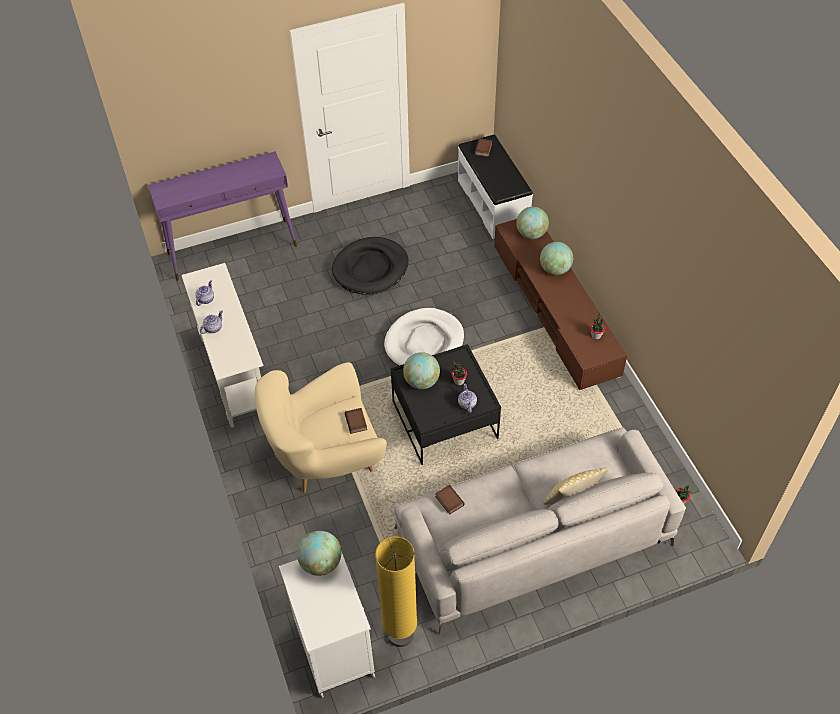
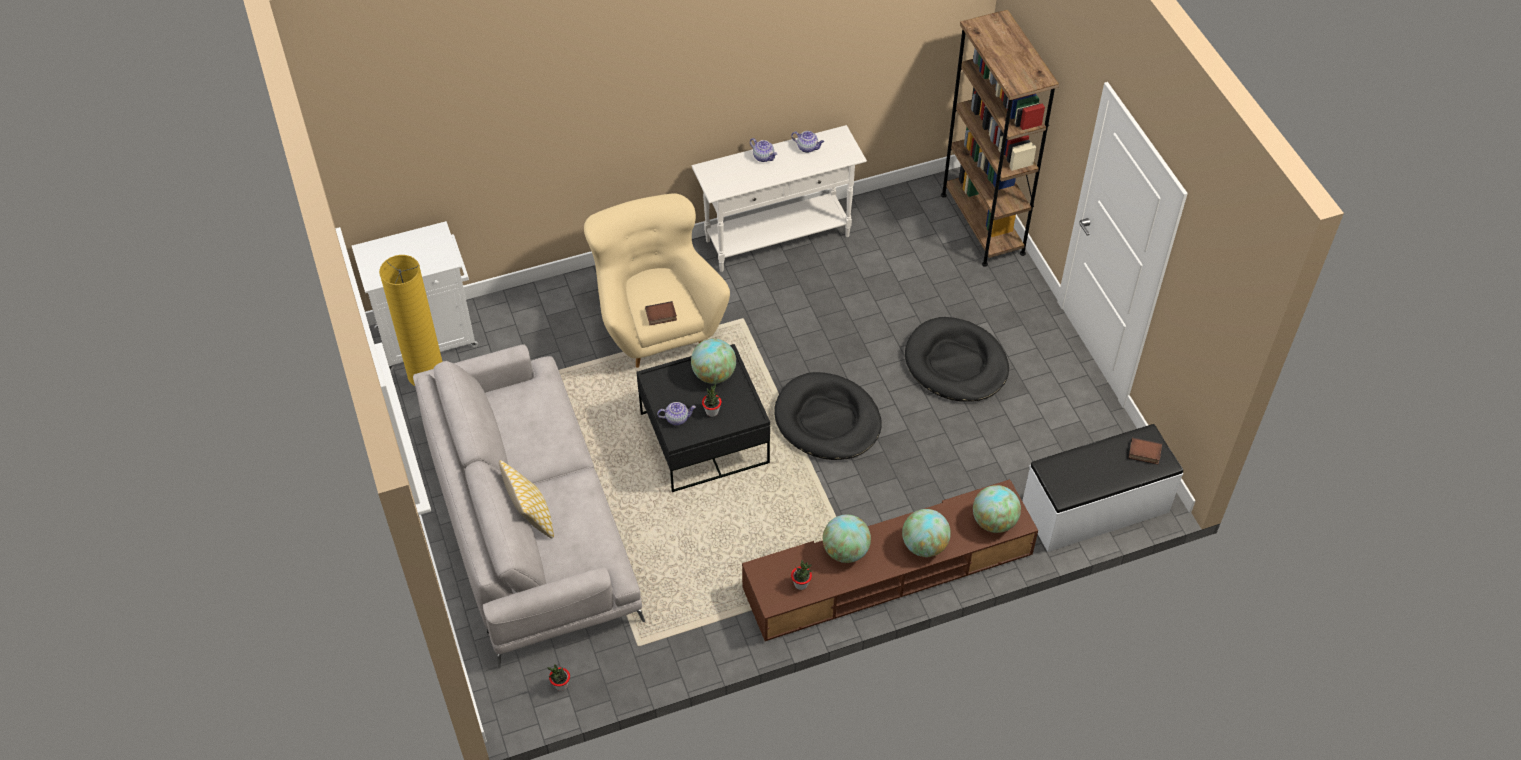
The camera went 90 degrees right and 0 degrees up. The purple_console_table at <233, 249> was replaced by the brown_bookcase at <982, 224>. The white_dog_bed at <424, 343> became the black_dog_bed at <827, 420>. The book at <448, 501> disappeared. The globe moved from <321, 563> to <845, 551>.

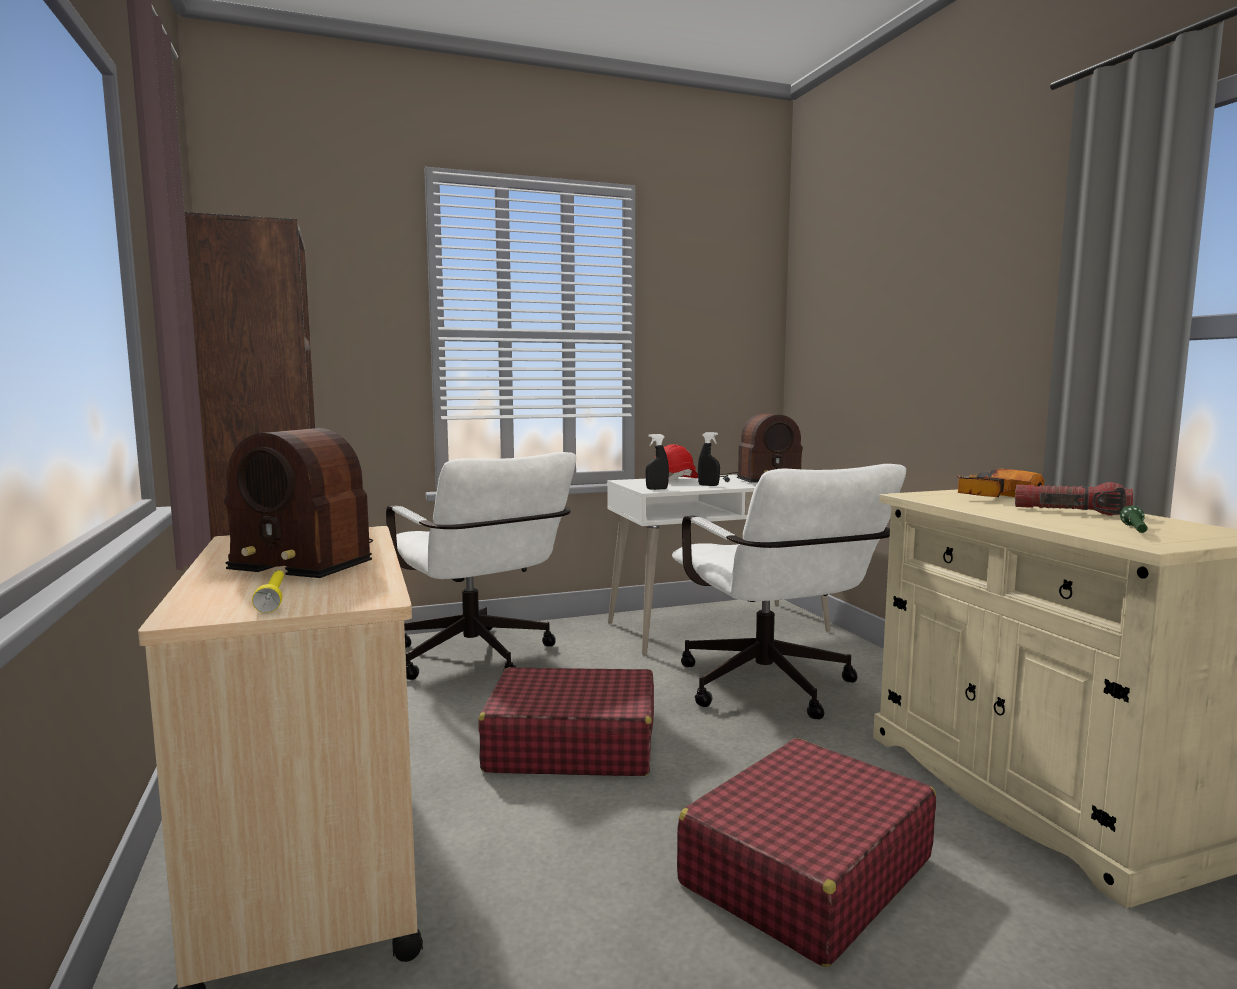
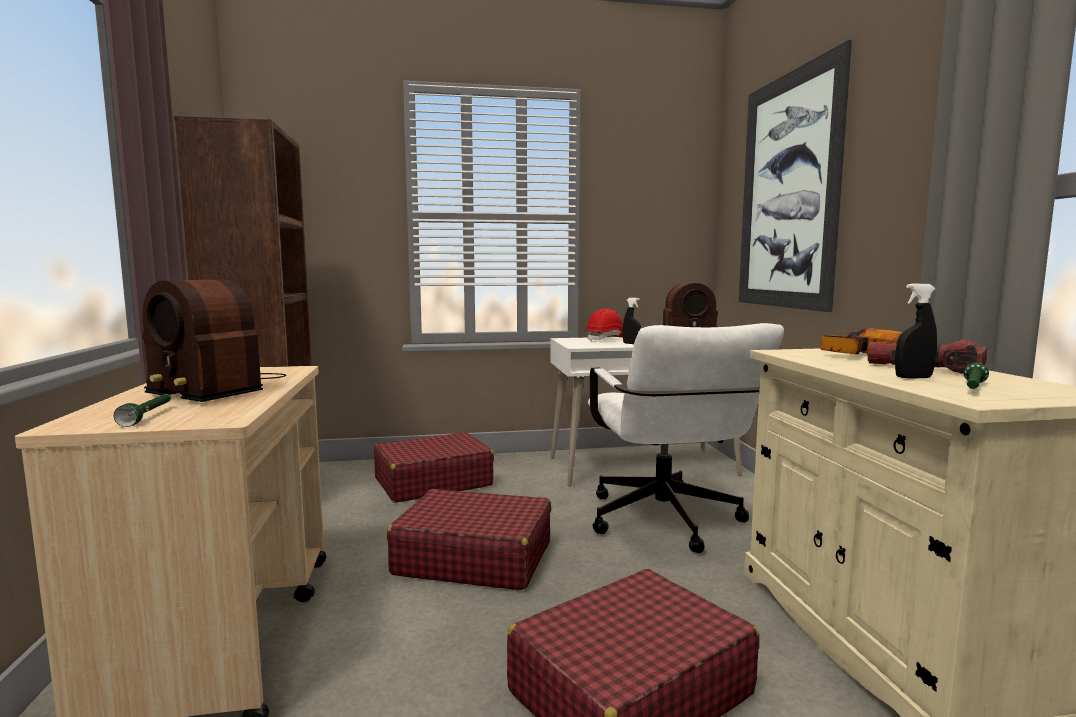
The camera went 10 degrees right and 0 degrees up. The black_spray_bottle moved from <657, 489> to <913, 377>. The white_office_chair at <479, 660> was replaced by the red_suitcase at <432, 482>. The yellow_flashlight at <273, 599> became the green_flashlight at <148, 416>. The picture at <787, 192> appeared.

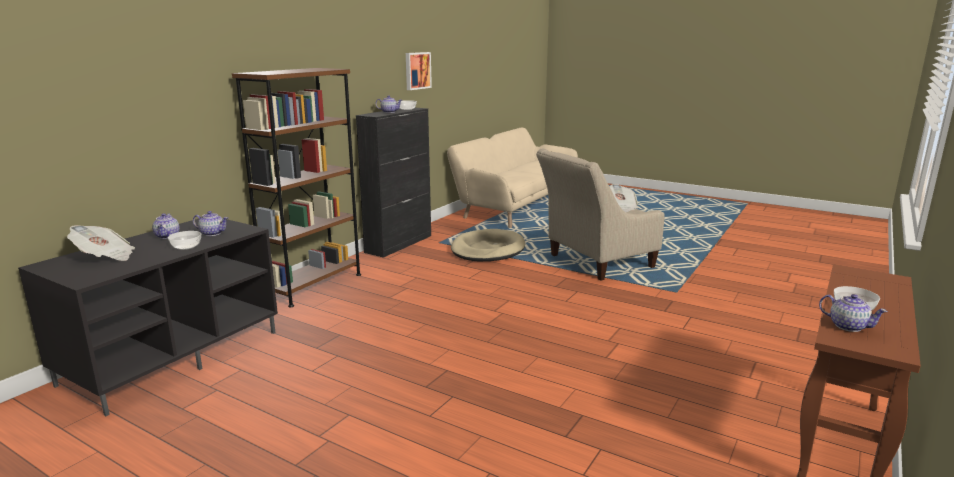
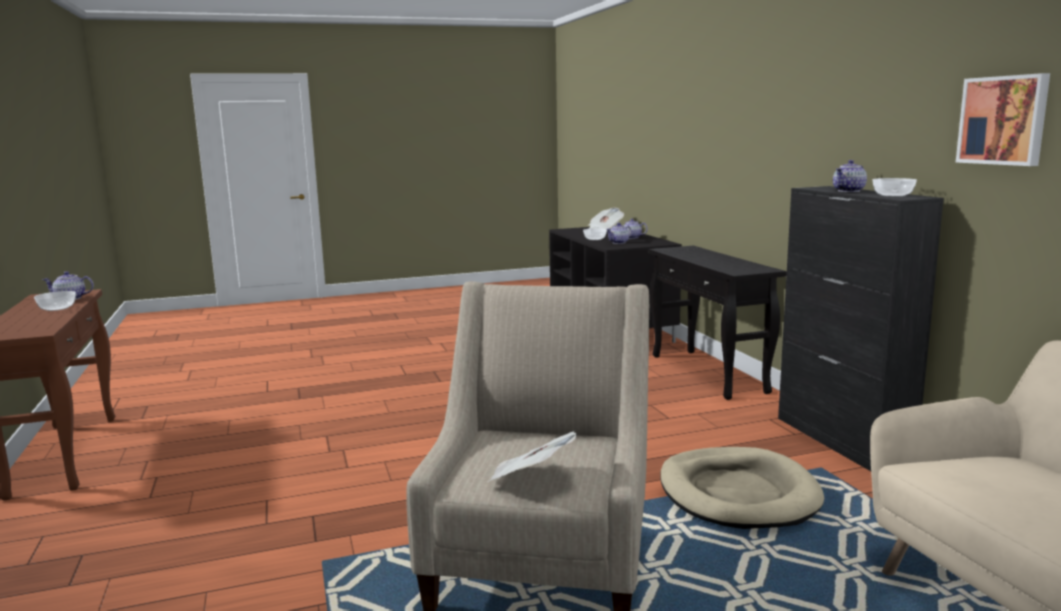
The camera went 130 degrees right and 5 degrees down. The brown_bookcase at <313, 285> was replaced by the black_console_table at <708, 374>.

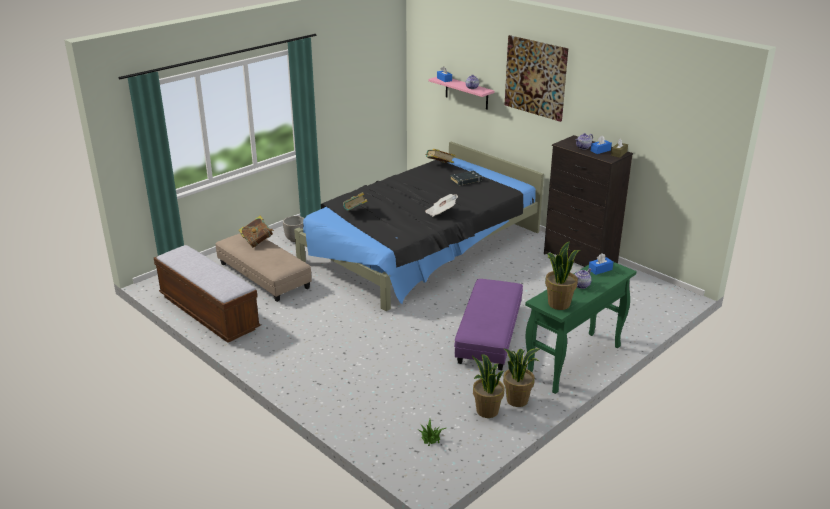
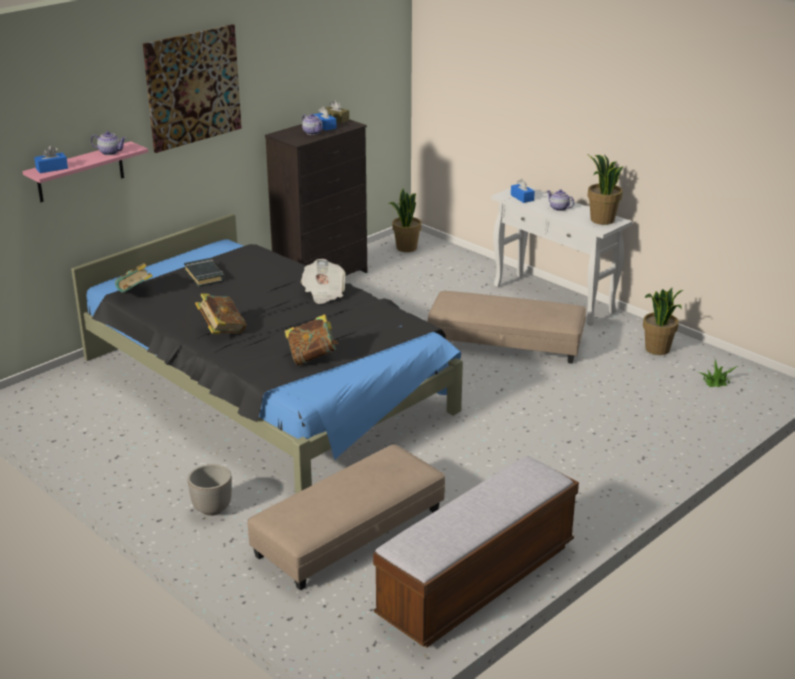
The camera went 90 degrees left and 0 degrees up. The book moved from <257, 242> to <222, 330>. The green_console_table at <573, 362> became the white_console_table at <554, 299>. The purple_ottoman at <489, 334> became the beige_ottoman at <506, 342>. The potted_plant moved from <517, 400> to <406, 248>.

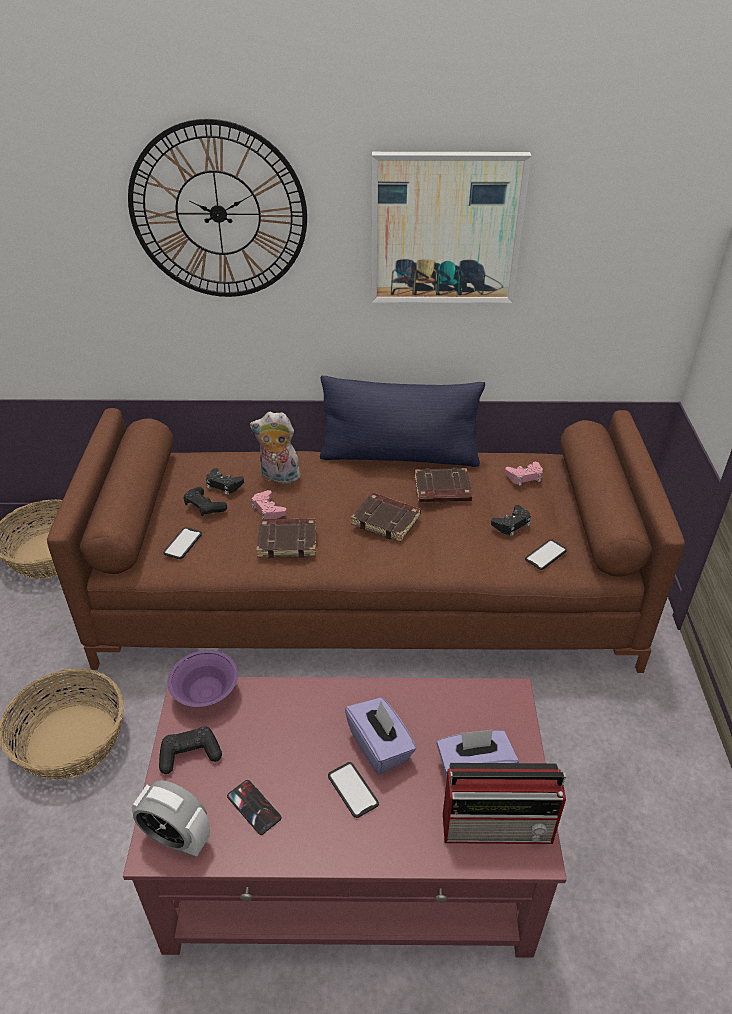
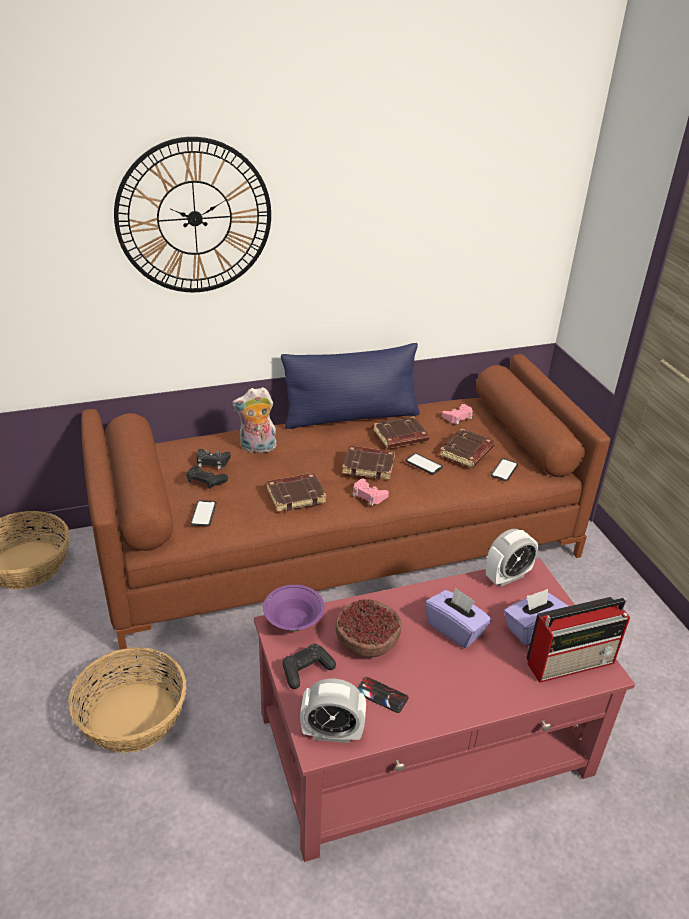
The camera went 20 degrees left and 5 degrees down. The picture at <445, 229> disappeared. The pink_game_controller moved from <268, 509> to <368, 495>. The black_game_controller at <511, 524> was replaced by the brown_book at <467, 452>. The phone moved from <353, 790> to <423, 464>. The alarm_clock at <507, 577> appeared. The bowl at <367, 640> appeared.

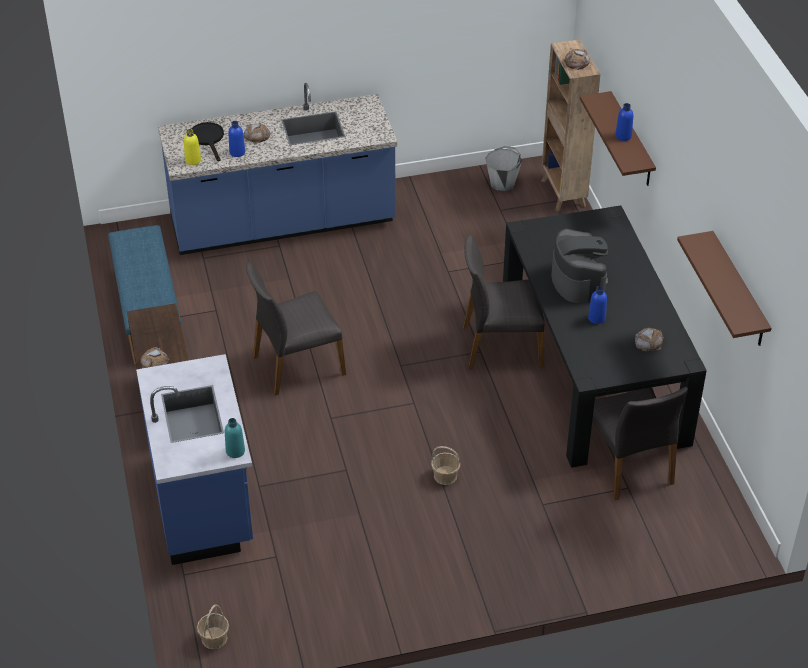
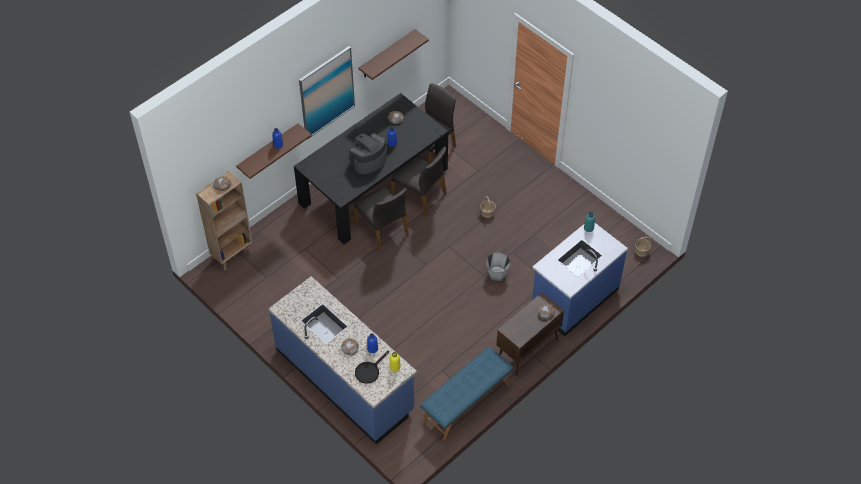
The camera went 120 degrees left and 10 degrees up. The grey_bucket moved from <502, 183> to <497, 274>. The grey_chair moved from <297, 365> to <420, 195>. The picture at <326, 92> appeared.

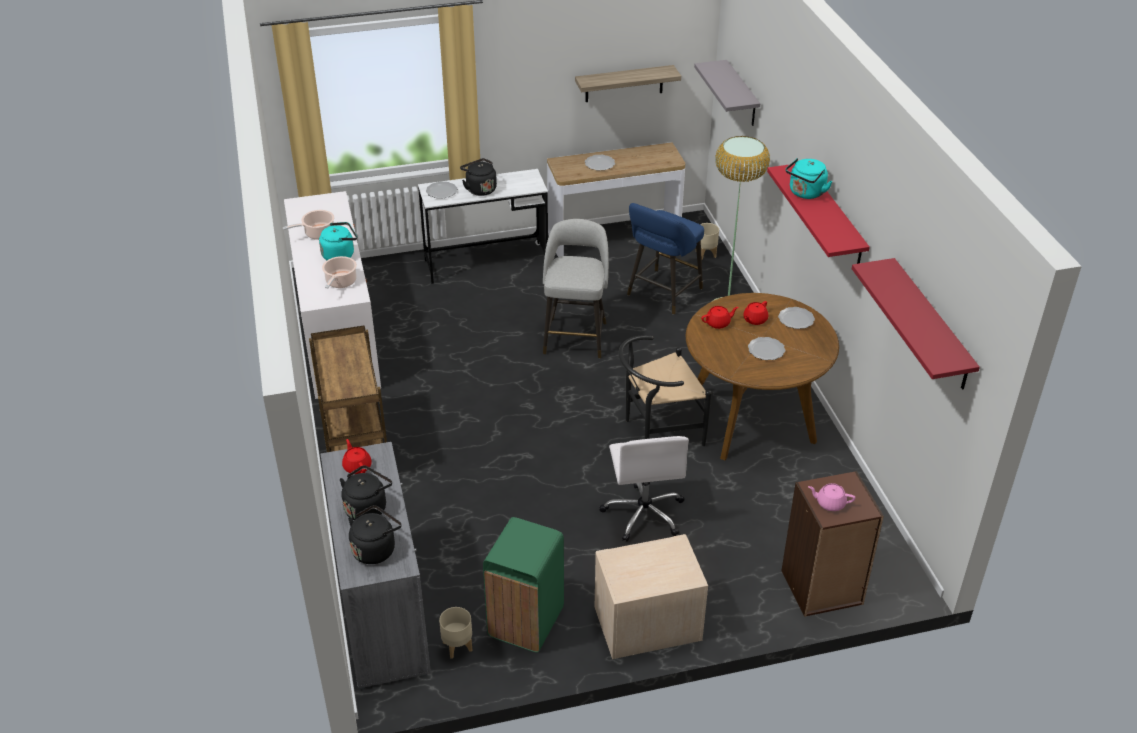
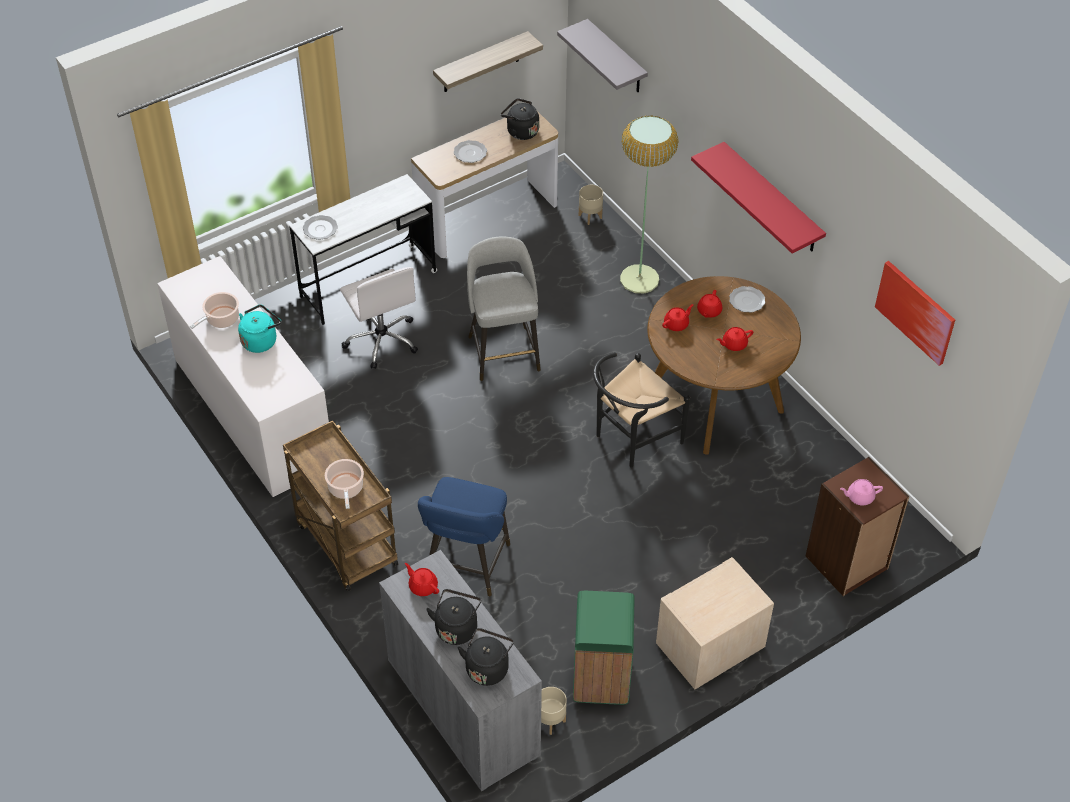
The camera went 20 degrees left and 10 degrees up. The black_kettle moved from <479, 189> to <520, 131>. The turquoise_kettle at <805, 193> disappeared. The blue_stool moved from <662, 294> to <466, 566>. The cooking_pot moved from <340, 282> to <346, 489>. The red_shelf at <931, 325> was replaced by the picture at <915, 312>. The plate at <765, 350> was replaced by the red_teapot at <734, 344>. The white_office_chair moved from <644, 513> to <382, 340>.

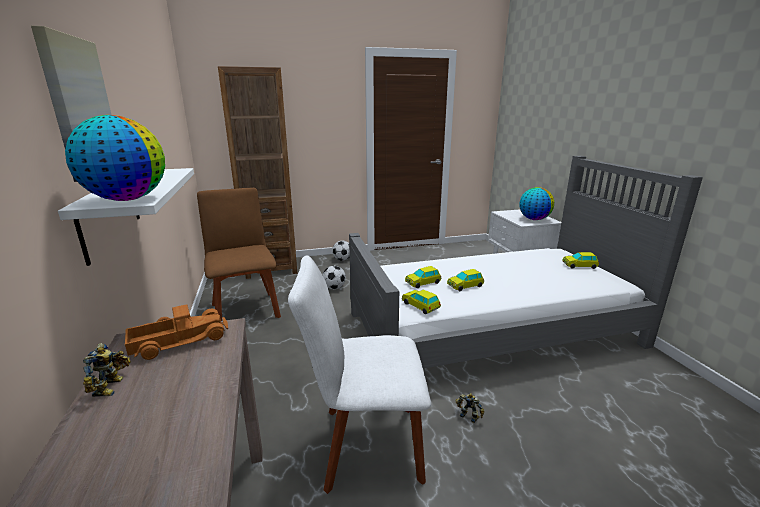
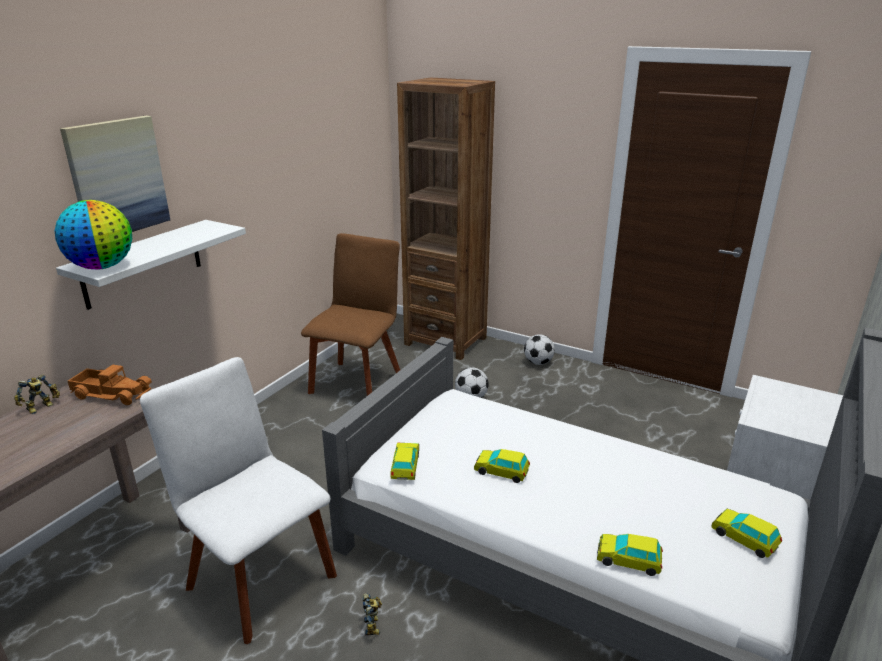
The camera went 45 degrees right and 5 degrees up. The globe at <534, 219> disappeared. The toy_car moved from <423, 283> to <628, 560>.

